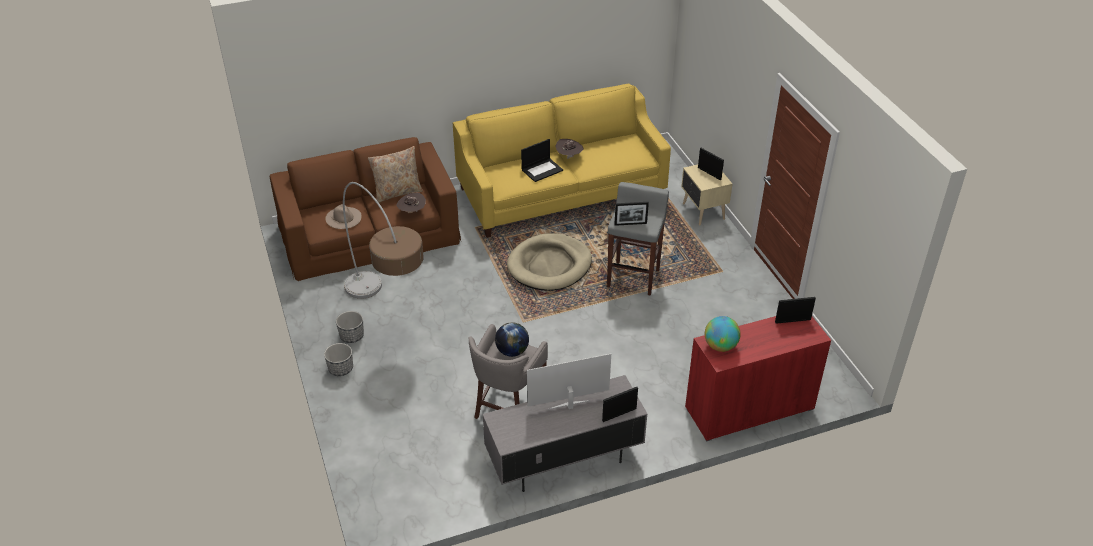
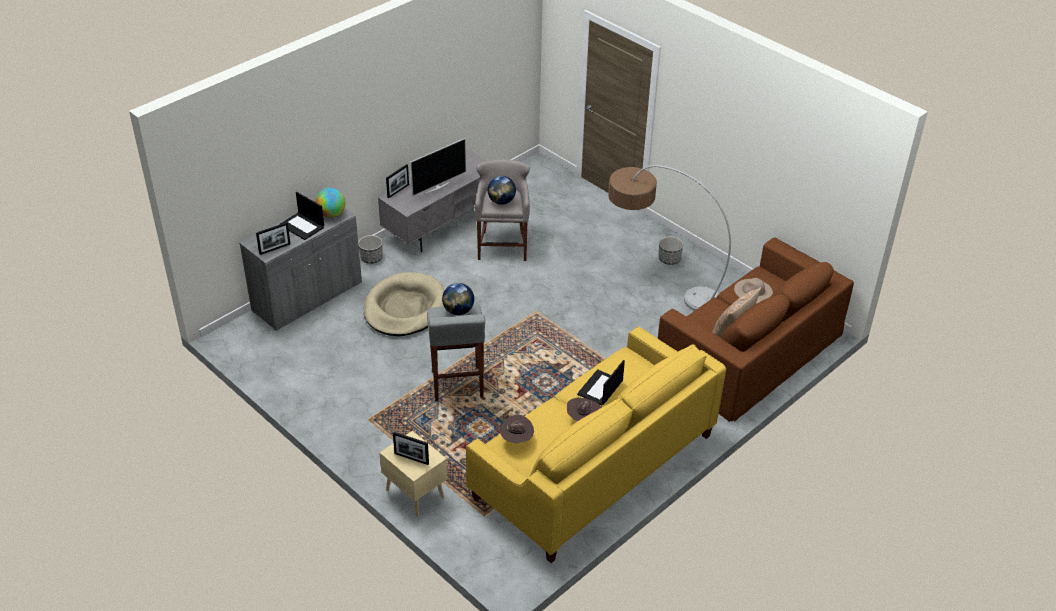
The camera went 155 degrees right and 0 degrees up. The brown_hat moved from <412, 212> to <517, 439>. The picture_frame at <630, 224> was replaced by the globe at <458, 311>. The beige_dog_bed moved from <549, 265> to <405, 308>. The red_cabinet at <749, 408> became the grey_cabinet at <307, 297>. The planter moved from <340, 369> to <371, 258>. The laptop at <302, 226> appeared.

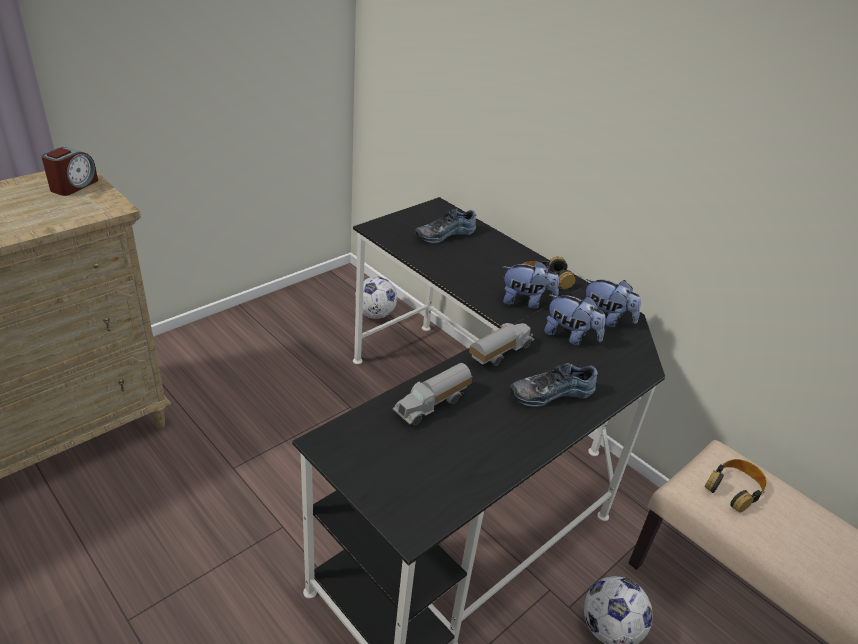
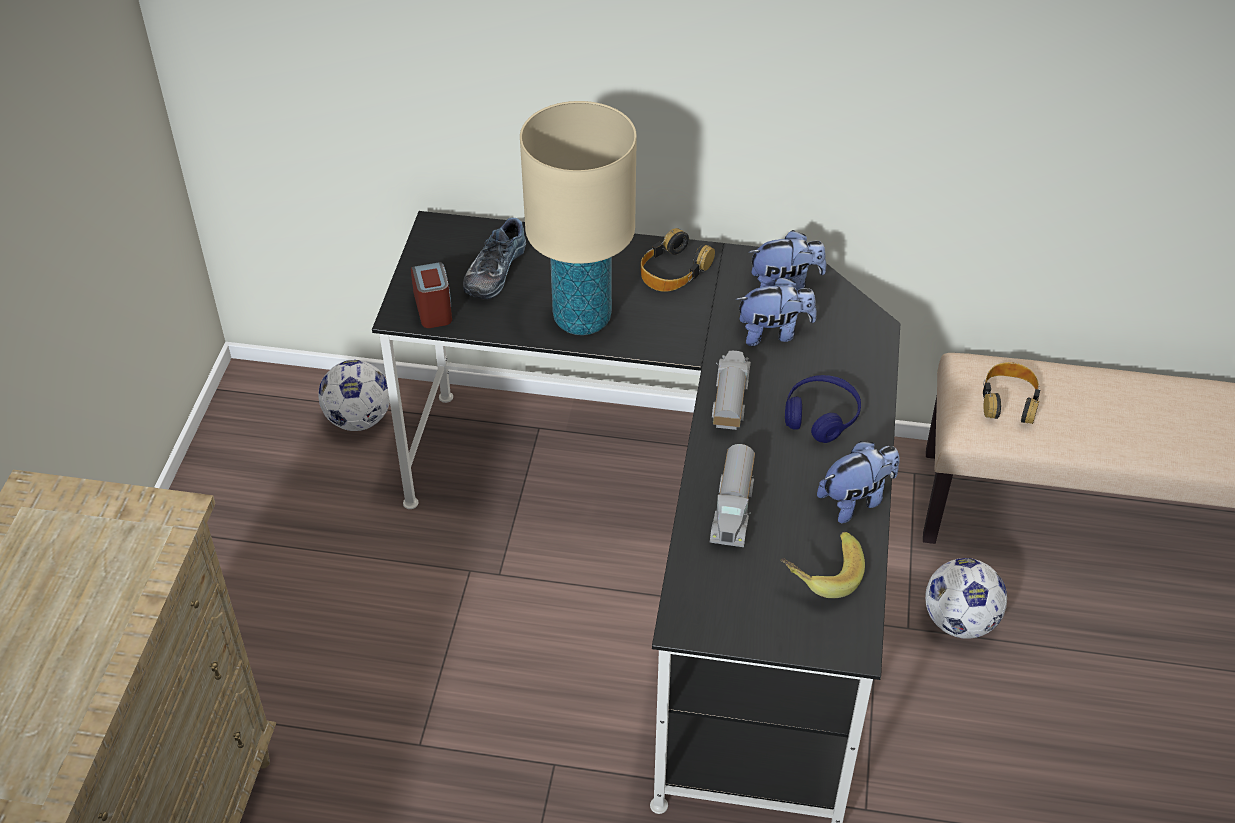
The camera went 35 degrees left and 10 degrees up. The alarm_clock moved from <73, 186> to <433, 308>. The plush_toy moved from <526, 302> to <856, 500>. The shoe at <550, 392> was replaced by the blue_headphones at <821, 416>. The beige_table_lamp at <582, 318> appeared. The banana at <820, 574> appeared.

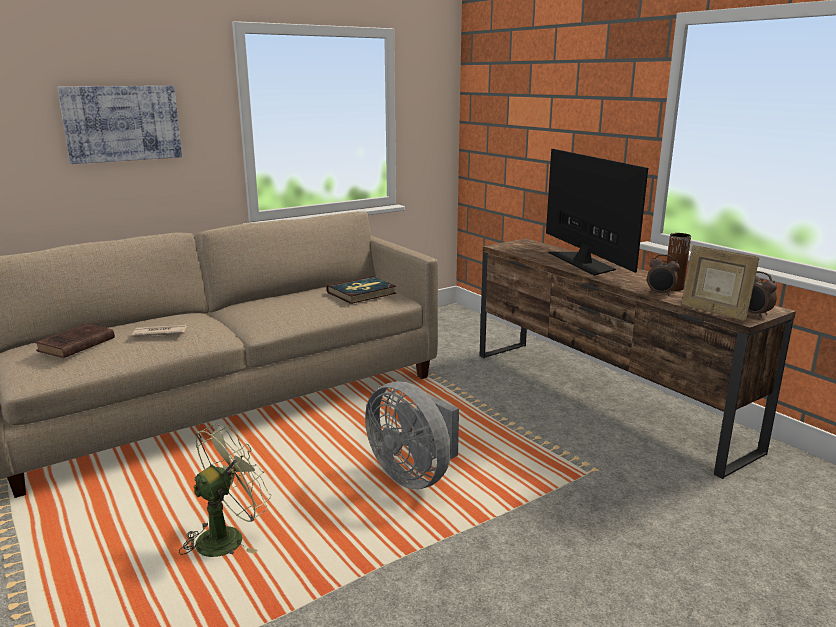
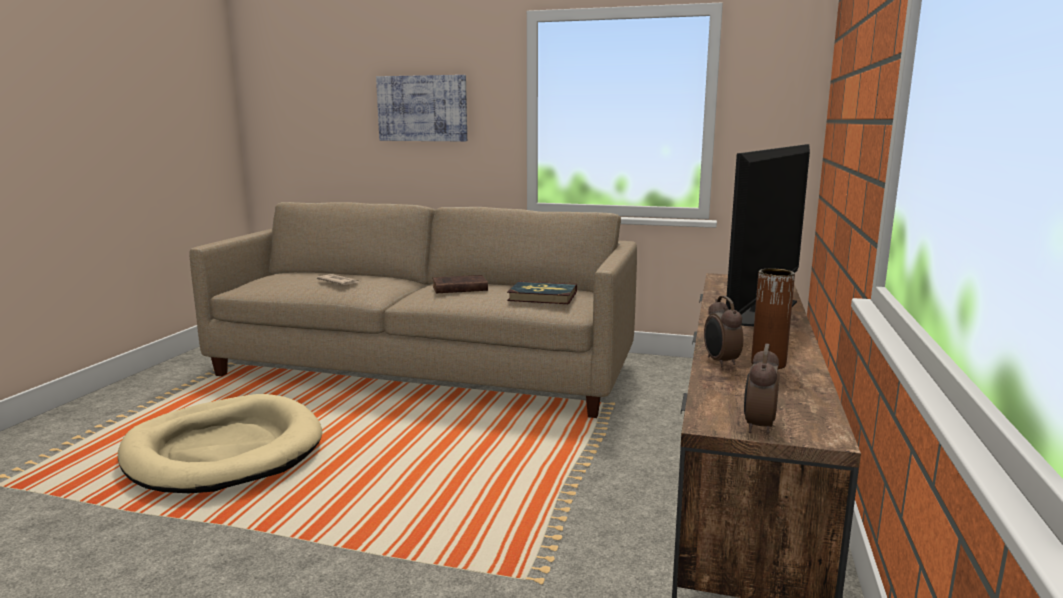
The camera went 50 degrees right and 5 degrees down. The picture_frame at <713, 312> disappeared. The brown_book moved from <75, 345> to <458, 288>. The grey_fan at <414, 475> disappeared. The green_fan at <228, 536> was replaced by the beige_dog_bed at <224, 451>.

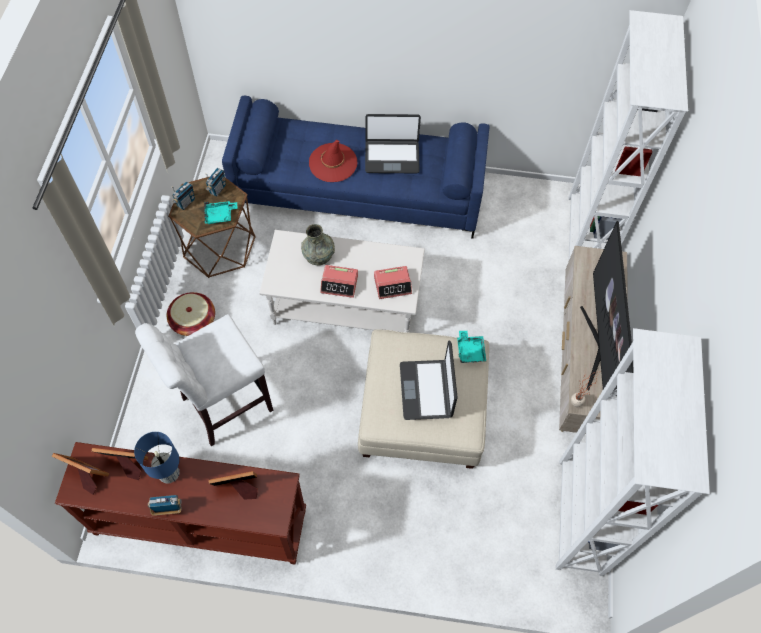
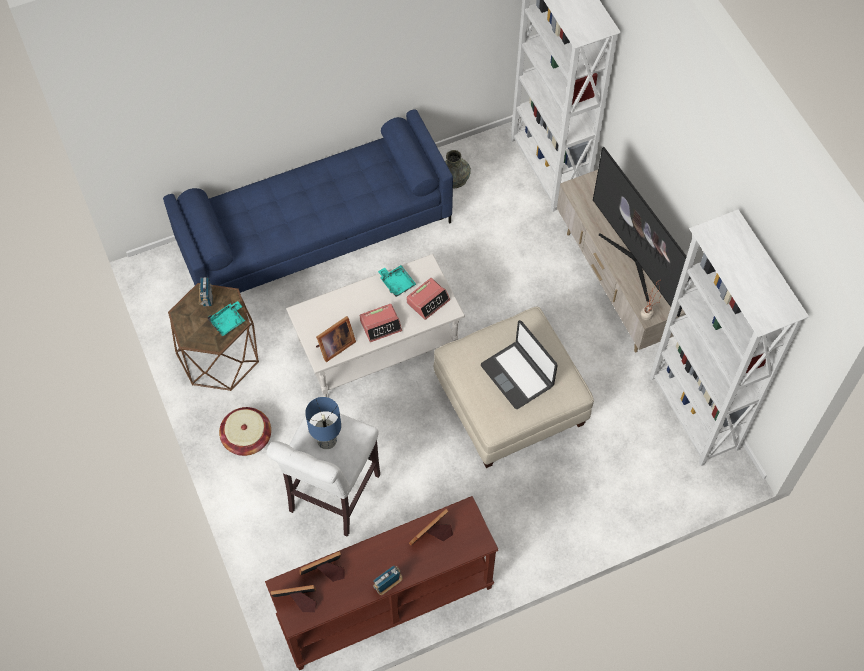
The camera went 30 degrees left and 0 degrees up. The laptop at <392, 157> disappeared. The red_hat at <333, 163> disappeared. The radio at <186, 203> disappeared. The grey_vase moved from <318, 254> to <455, 178>. The turquoise_tray moved from <470, 350> to <397, 283>. The blue_table_lamp moved from <169, 473> to <327, 440>. The picture_frame at <334, 346> appeared.

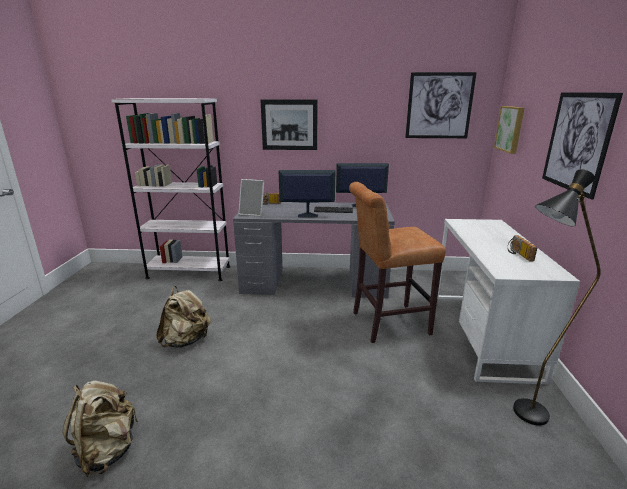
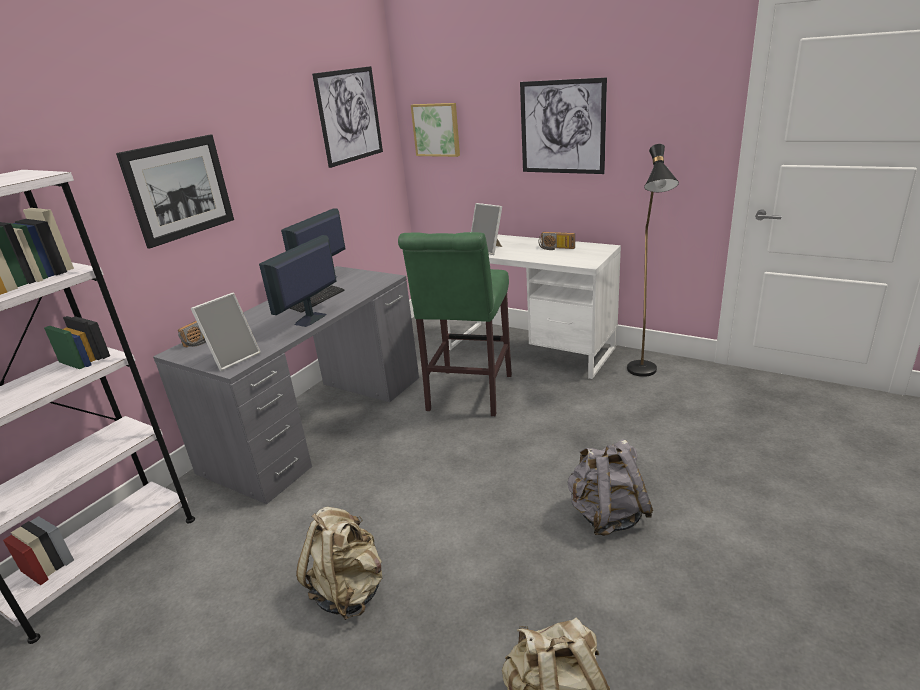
The camera went 60 degrees left and 5 degrees up. The brown_stool at <386, 323> became the green_stool at <468, 395>. The picture_frame at <488, 250> appeared. The grey_backpack at <607, 516> appeared.

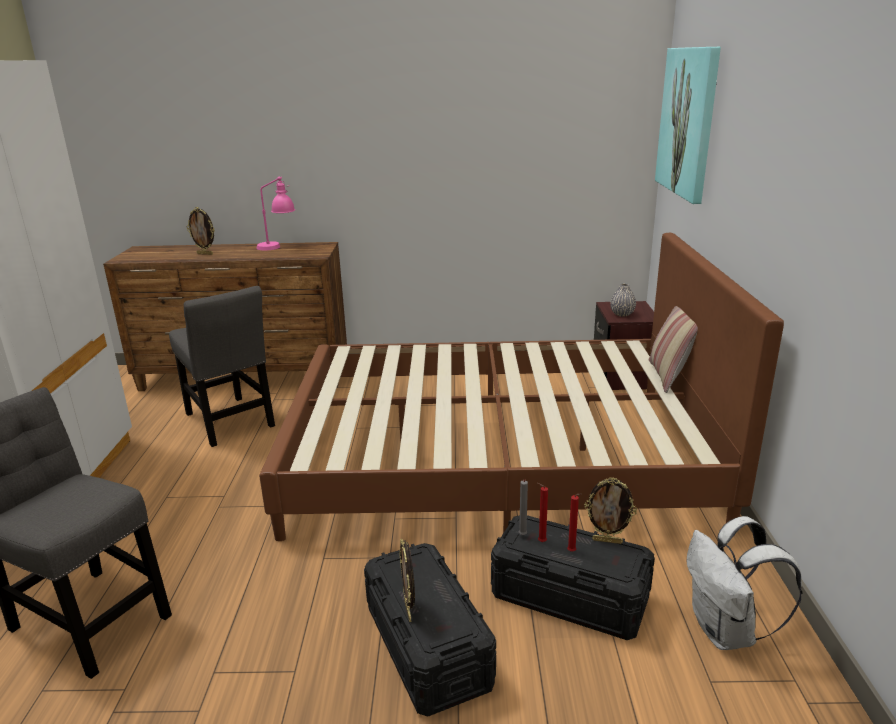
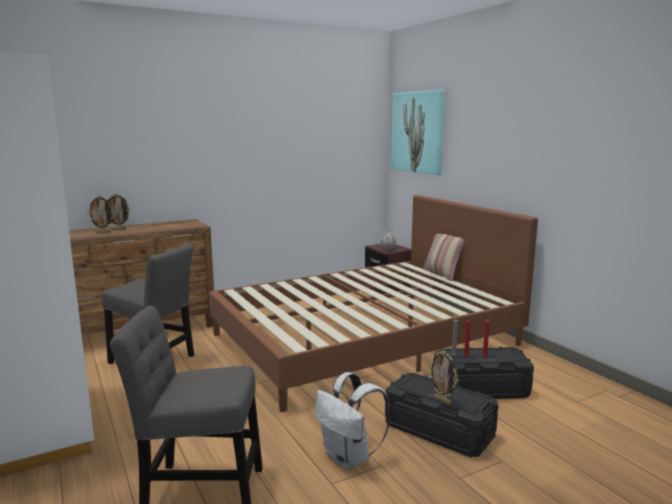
The camera went 30 degrees left and 10 degrees down. The pink_table_lamp at <278, 247> disappeared. The picture_frame moved from <607, 540> to <119, 229>. The white_backpack moved from <726, 632> to <349, 458>.

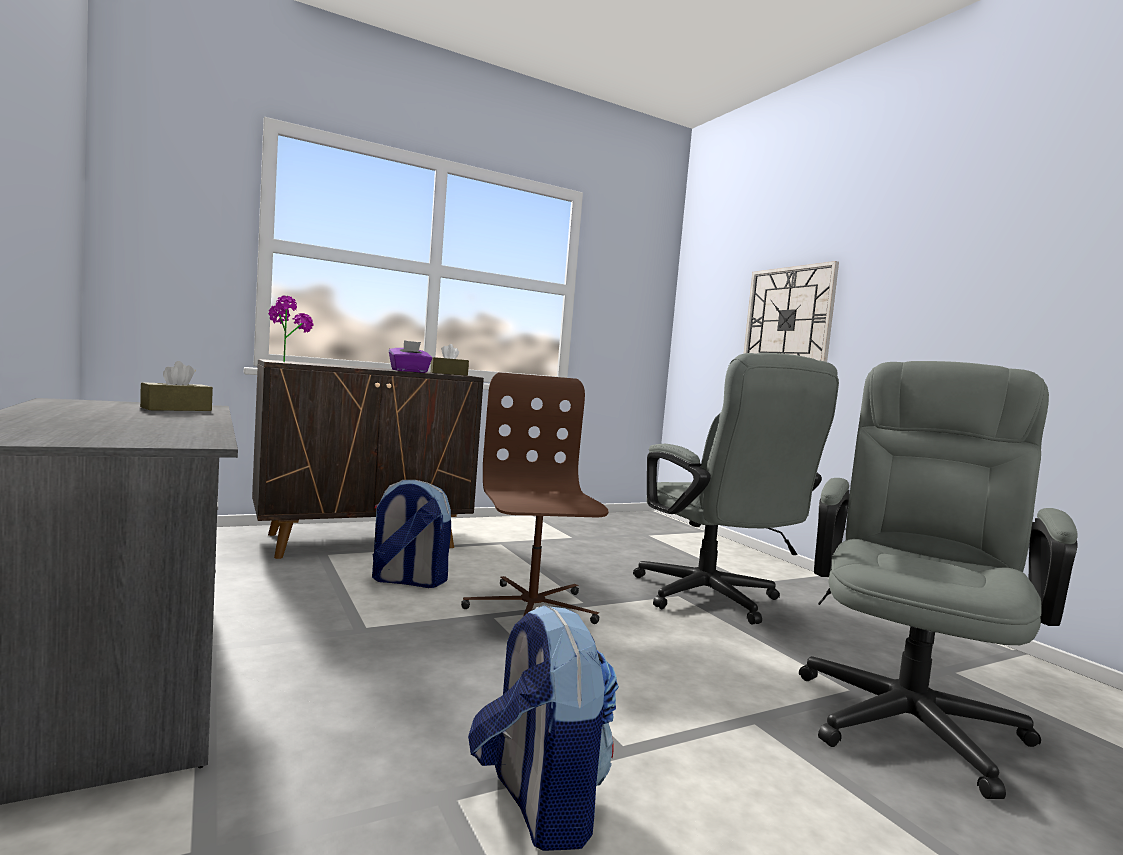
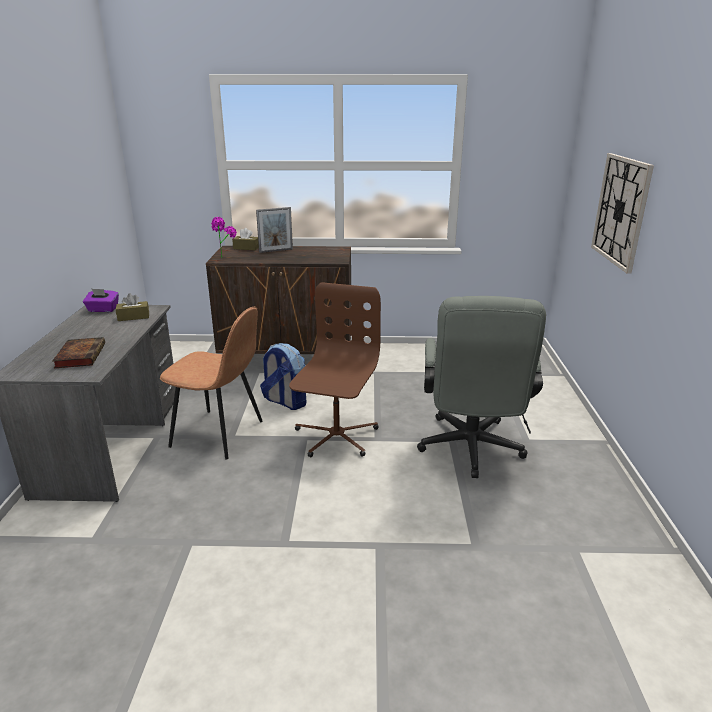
The camera went 30 degrees right and 20 degrees up. The purple_tissue_box moved from <409, 371> to <103, 310>. The brown_tissue_box moved from <449, 374> to <246, 248>. The grey_office_chair at <910, 713> disappeared. The backpack at <538, 803> disappeared. The picture_frame at <276, 250> appeared. The brown_chair at <219, 434> appeared. The book at <80, 355> appeared.

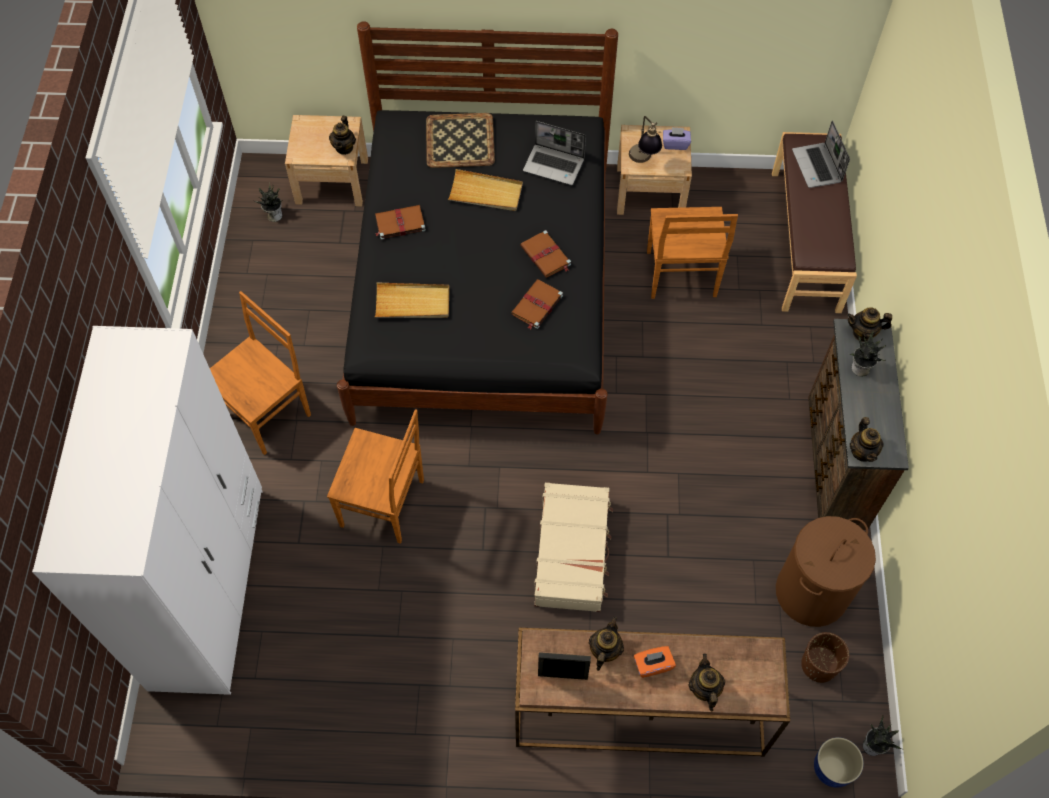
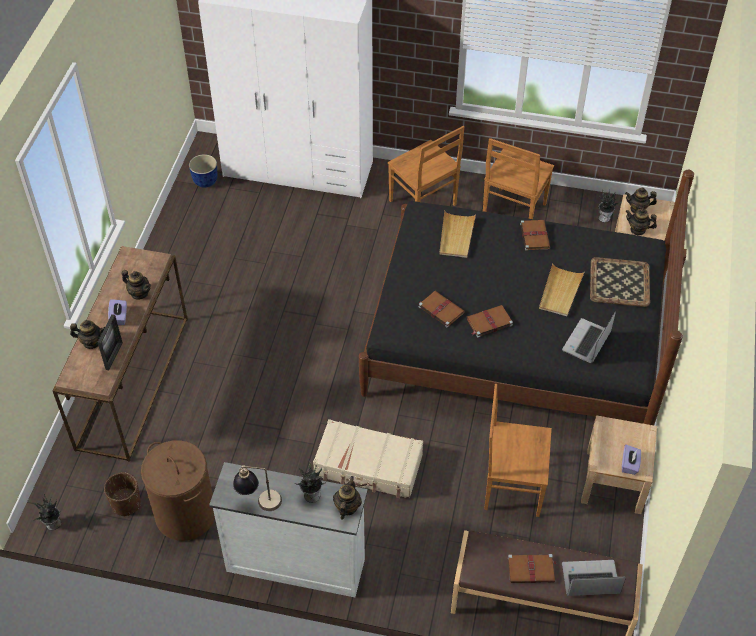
The camera went 100 degrees right and 10 degrees down. The table_lamp moved from <643, 161> to <259, 502>. The brown_dresser at <834, 462> became the white_dresser at <295, 563>. The brown_chair moved from <385, 504> to <513, 212>. The teapot moved from <862, 451> to <638, 209>. The beige_suitcase moved from <573, 552> to <368, 466>. The orange_tissue_box at <653, 665> became the purple_tissue_box at <119, 317>. The picture_frame moved from <562, 675> to <114, 356>. The planter moved from <832, 769> to <205, 182>. The brown_book at <532, 569> appeared.

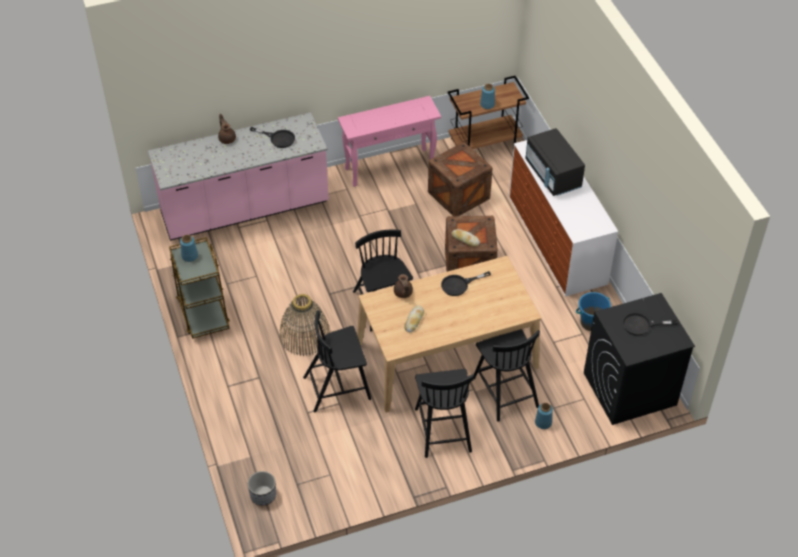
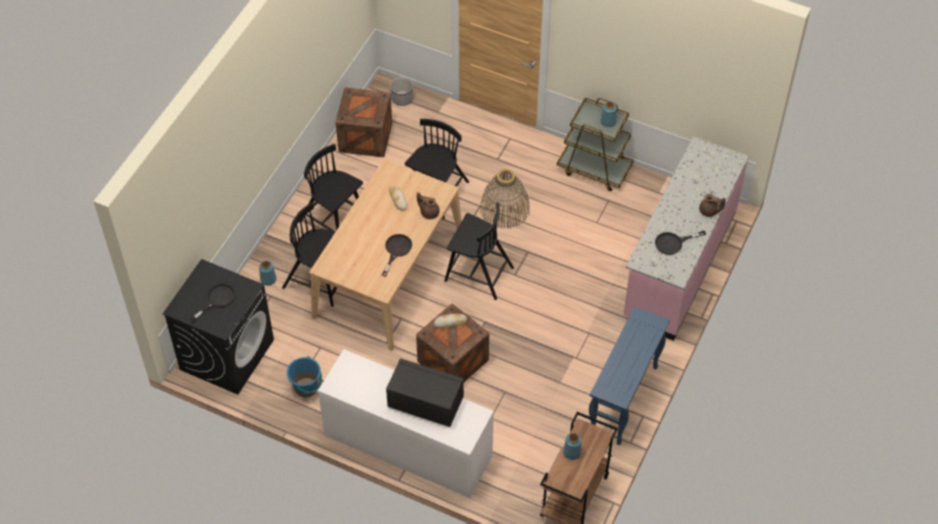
The camera went 135 degrees right and 5 degrees up. The pink_console_table at <390, 167> became the blue_console_table at <623, 400>. The crate moved from <458, 195> to <365, 137>.

